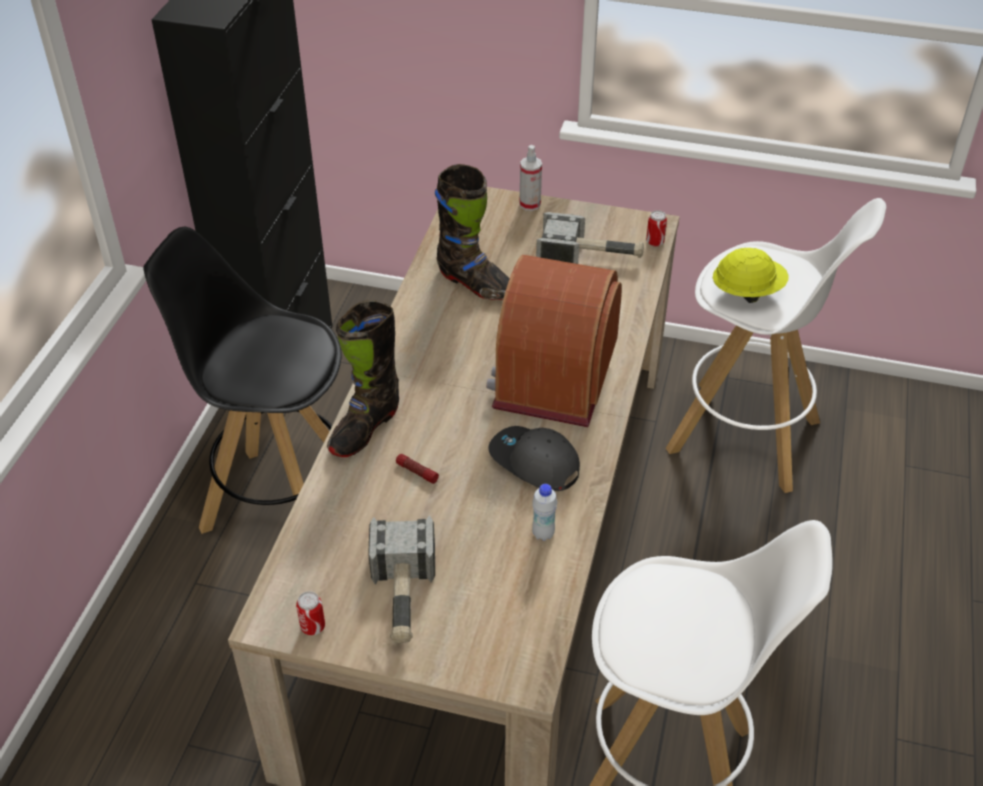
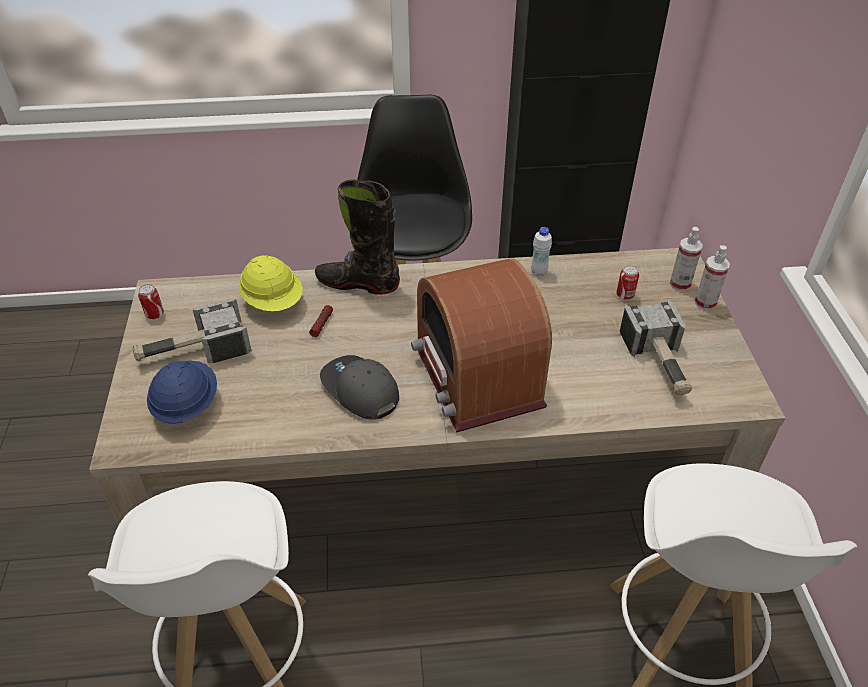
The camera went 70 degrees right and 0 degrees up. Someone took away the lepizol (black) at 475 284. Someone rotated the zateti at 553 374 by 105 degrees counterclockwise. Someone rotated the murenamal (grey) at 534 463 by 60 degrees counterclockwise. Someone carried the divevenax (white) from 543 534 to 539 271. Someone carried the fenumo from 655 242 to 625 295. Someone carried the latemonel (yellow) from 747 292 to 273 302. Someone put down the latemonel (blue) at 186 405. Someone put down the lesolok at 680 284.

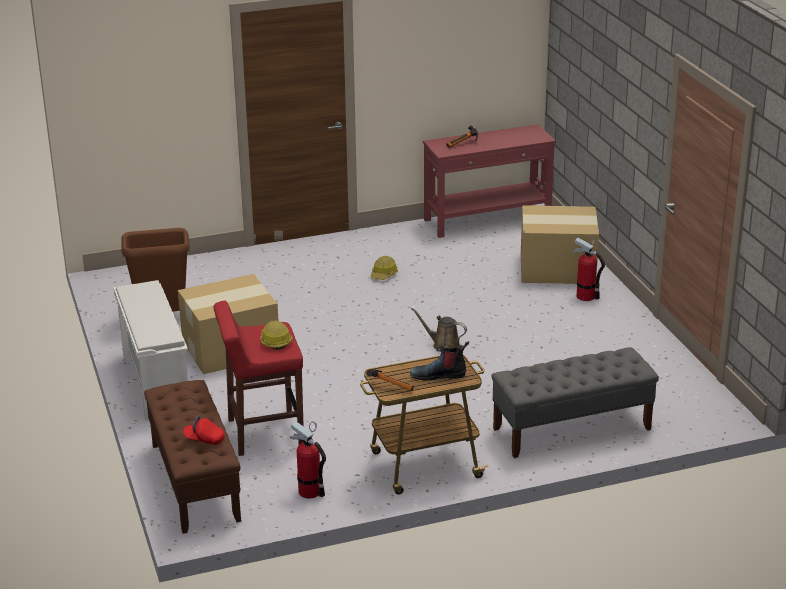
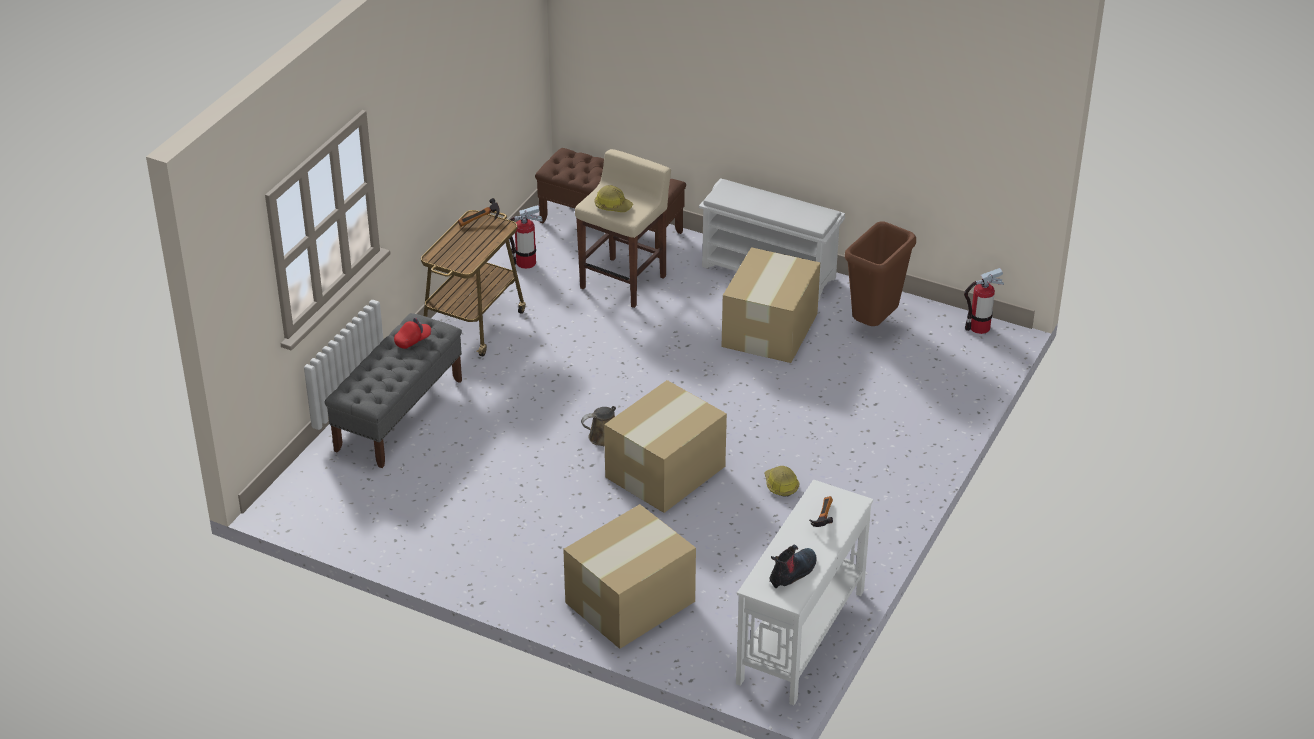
The camera went 135 degrees right and 10 degrees up. Someone carried the murenamal (red) from 204 439 to 413 340. Someone repainted the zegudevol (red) at 263 433, which became the zegudevol (beige) at 624 282. Someone carried the lepizol from 439 375 to 793 573. Someone repainted the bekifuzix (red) at 488 220, which became the bekifuzix (white) at 800 637. Someone carried the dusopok from 586 296 to 979 327. Someone put down the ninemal at 667 471.

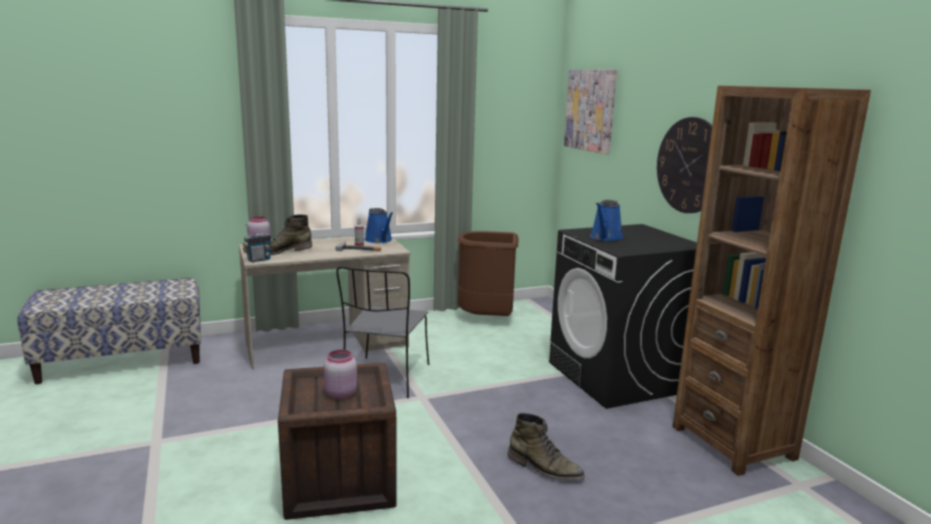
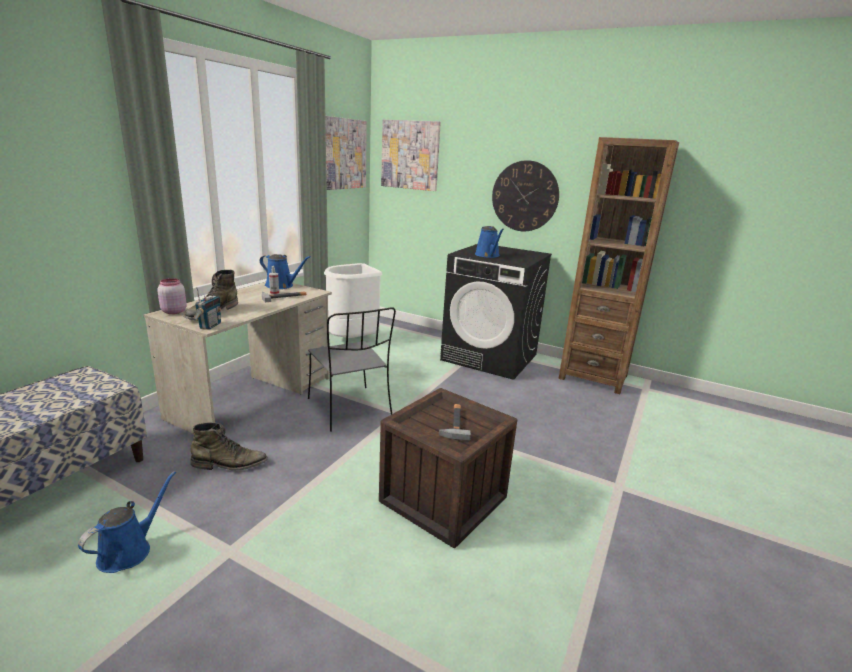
The camera went 40 degrees left and 5 degrees up. Someone swapped the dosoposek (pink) at 340 393 for the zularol at 454 423. Someone repainted the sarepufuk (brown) at 487 319, which became the sarepufuk (white) at 353 340. Someone carried the lepizol (green) from 544 468 to 230 464. Someone put down the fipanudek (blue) at 129 551. Someone put up the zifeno at 344 154.

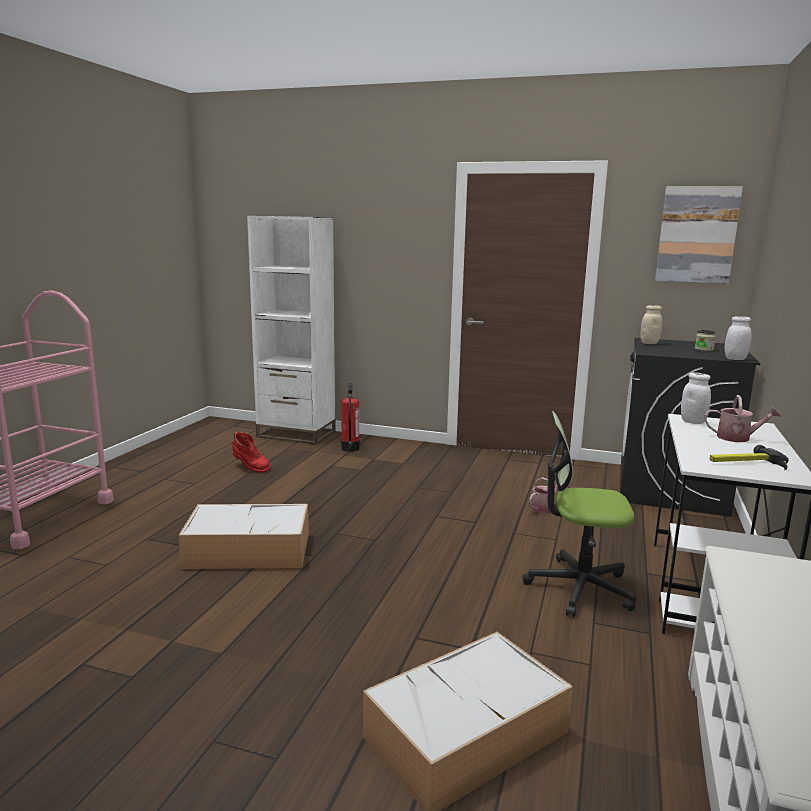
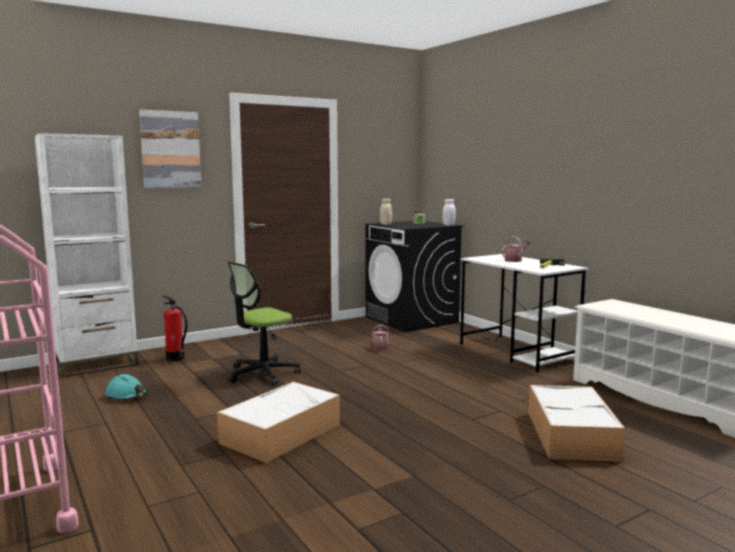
The camera went 50 degrees left and 5 degrees down. Someone swapped the lepizol (red) at 250 468 for the latemonel (turquoise) at 126 396. Someone carried the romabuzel from 579 587 to 262 374. Someone carried the zifeno from 697 235 to 170 149. Someone took away the dosoposek (white) at 693 422.

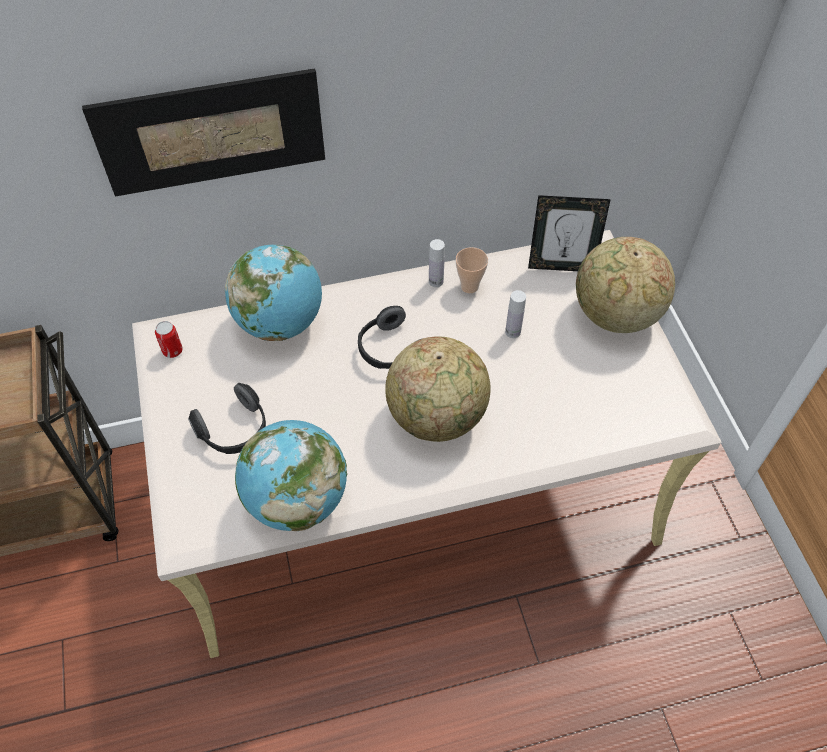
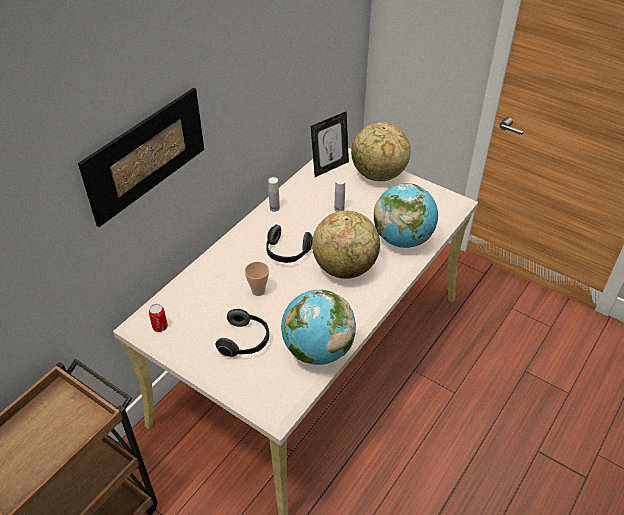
The camera went 40 degrees left and 10 degrees down. Someone carried the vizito from 280 323 to 402 239. Someone carried the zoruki from 469 286 to 258 291.

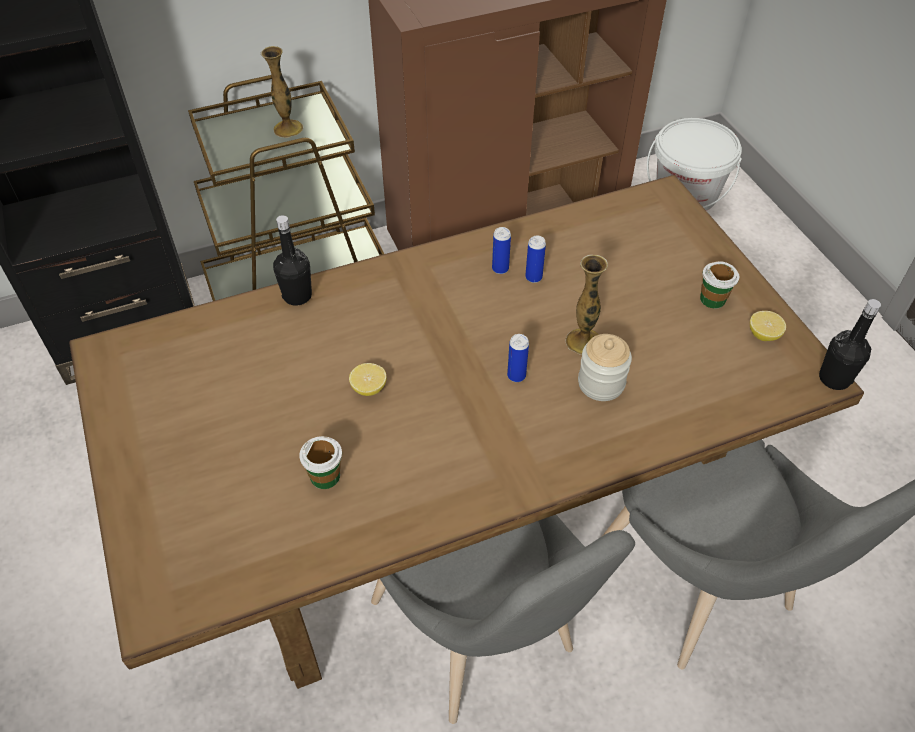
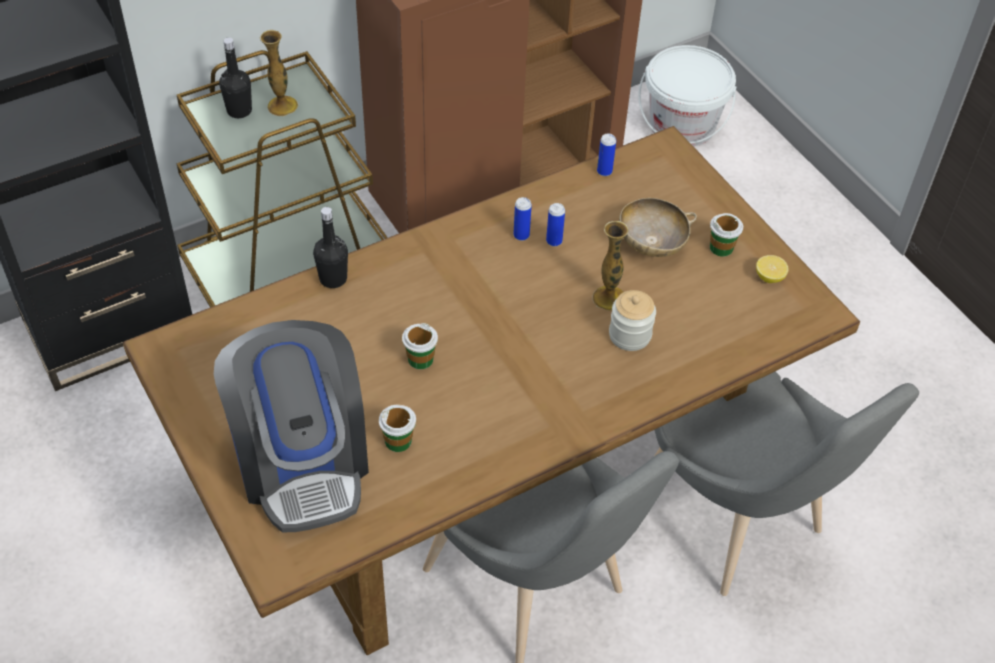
The camera went 10 degrees left and 0 degrees up. Someone swapped the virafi at 369 388 for the zoruki at 420 359. Someone carried the fenumo from 516 376 to 604 171. Someone carried the divevenax (black) from 834 378 to 239 110. Someone put down the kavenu at 302 461. Someone put down the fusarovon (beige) at 651 243.

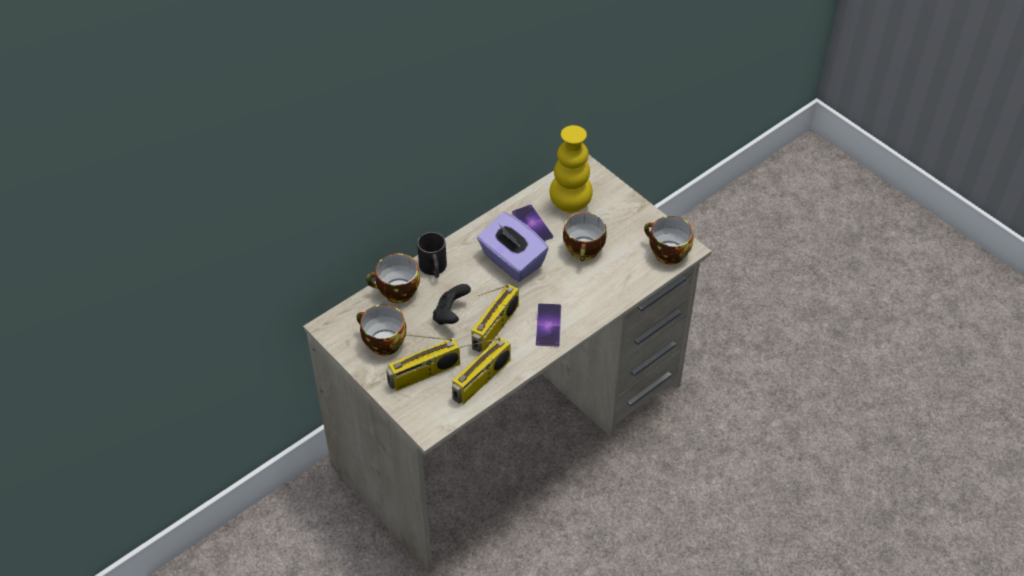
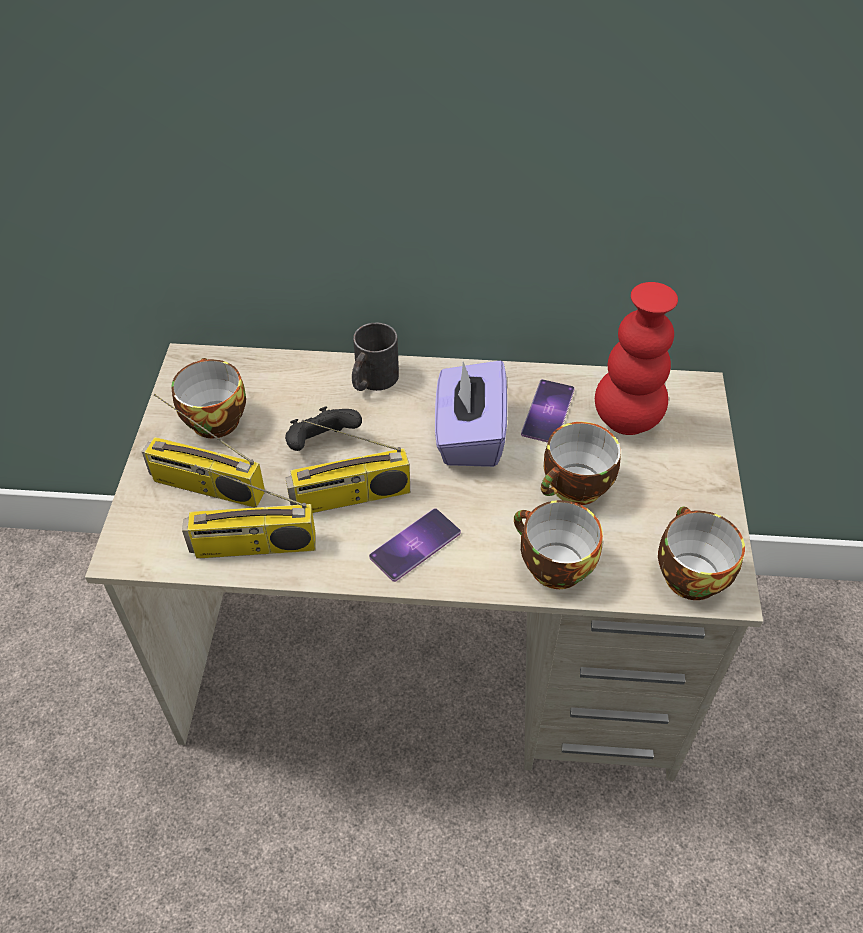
The camera went 45 degrees right and 0 degrees up. Someone carried the zoruki from 396 293 to 552 566. Someone repainted the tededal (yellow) at 570 204, which became the tededal (red) at 626 420.

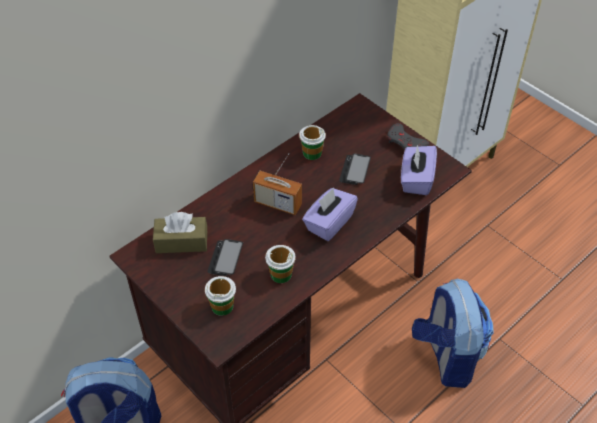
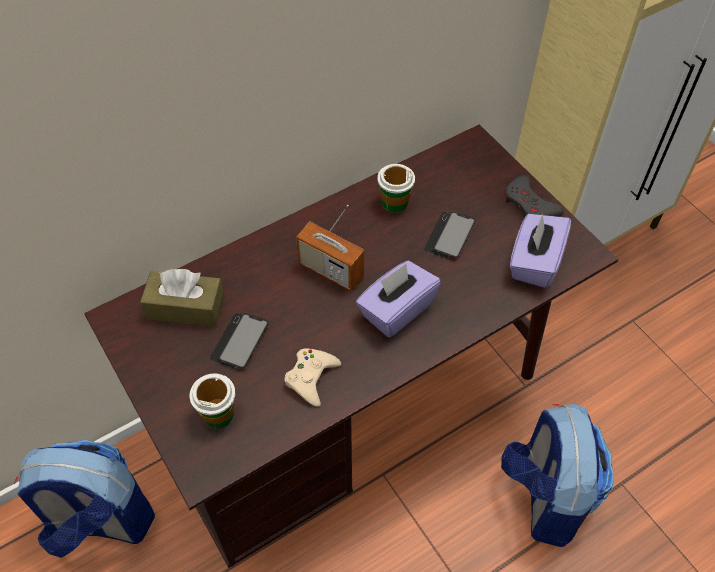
The camera went 10 degrees right and 5 degrees up. Someone swapped the zoruki at 280 274 for the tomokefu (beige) at 311 378.

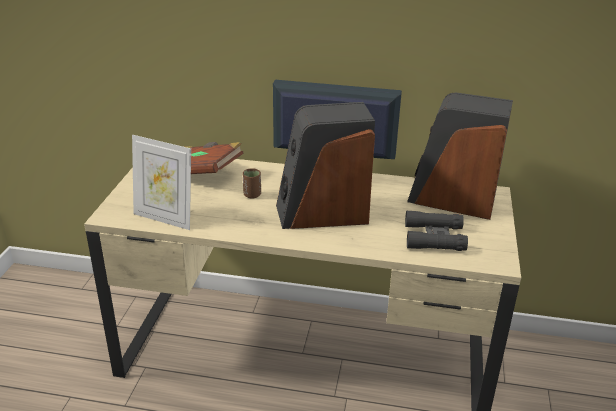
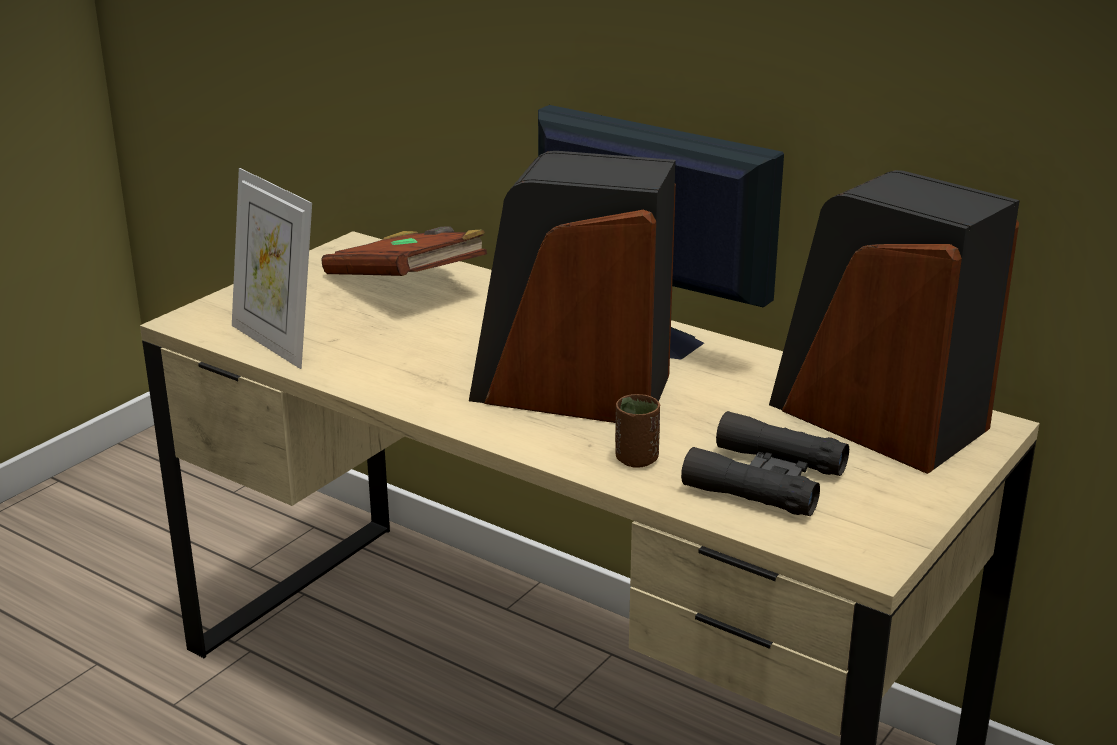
The camera went 25 degrees right and 5 degrees down. Someone carried the zoruki (brown) from 252 195 to 636 459.

